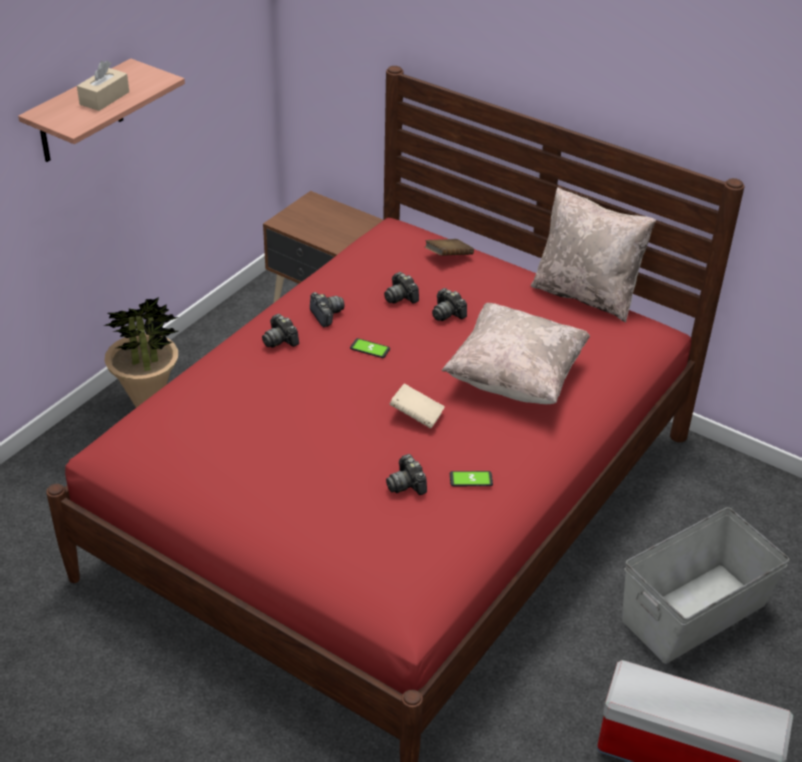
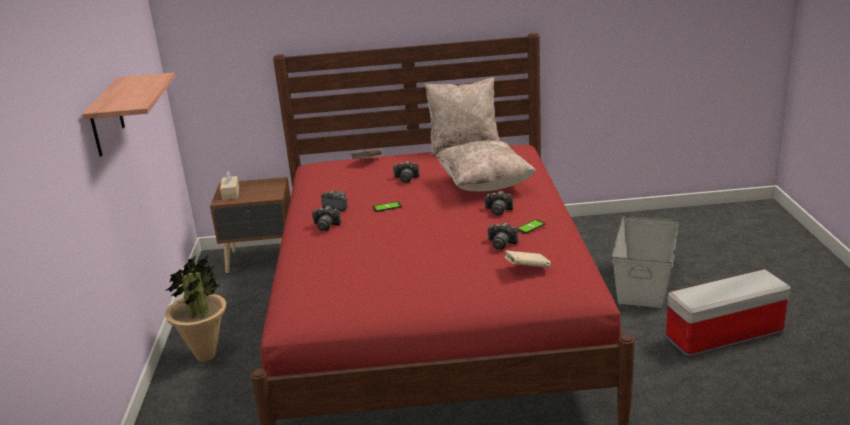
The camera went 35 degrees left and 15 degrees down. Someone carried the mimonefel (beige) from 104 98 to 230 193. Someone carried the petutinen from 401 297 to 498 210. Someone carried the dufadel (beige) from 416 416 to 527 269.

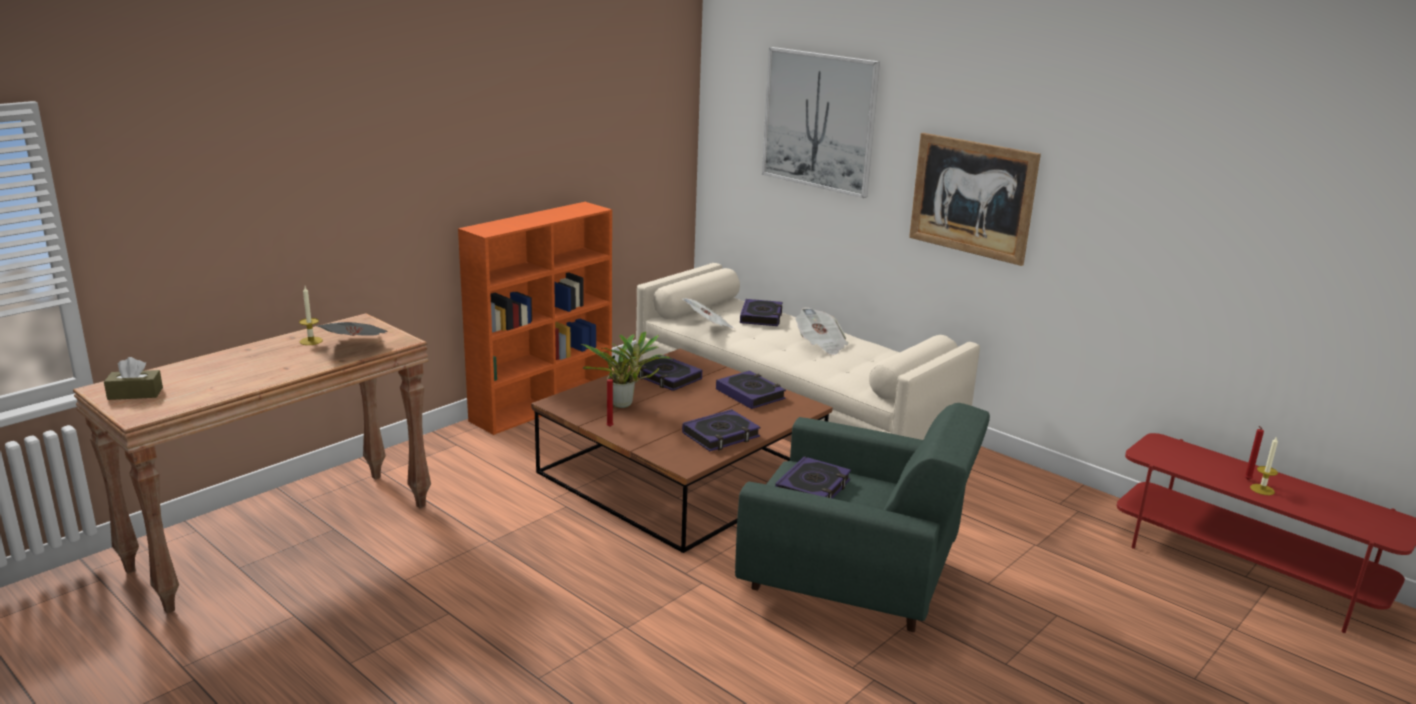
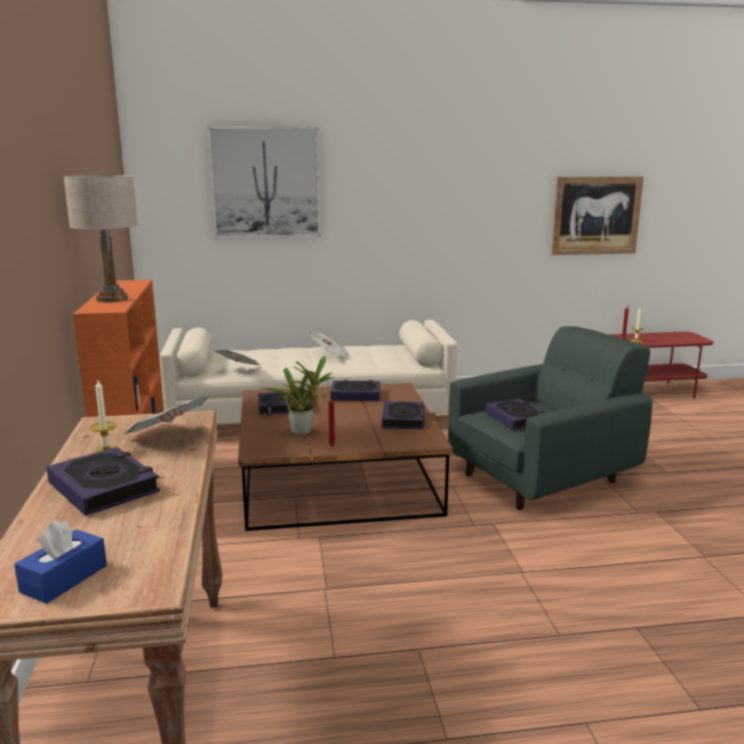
The camera went 50 degrees left and 5 degrees down. Someone repainted the mimonefel (brown) at 135 394, which became the mimonefel (blue) at 64 579. Someone carried the dufadel from 761 317 to 104 487. Someone carried the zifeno from 972 197 to 596 215. Someone put down the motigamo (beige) at 112 299.

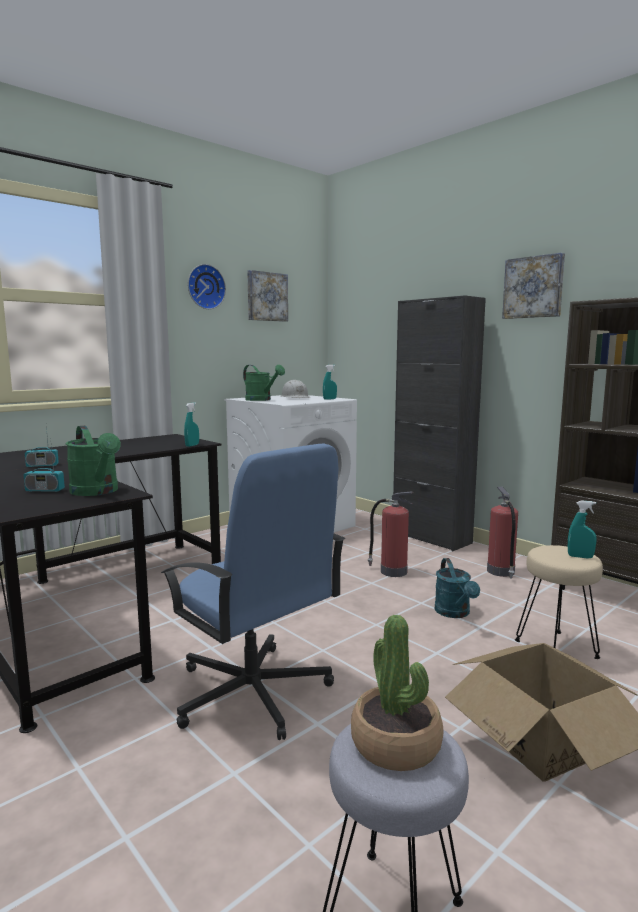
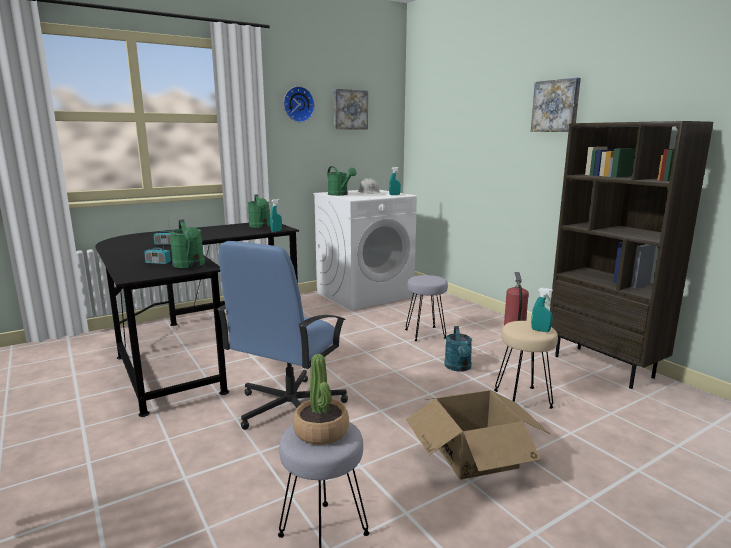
The camera went 10 degrees right and 5 degrees up. Someone rotated the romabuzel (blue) at 252 693 by 60 degrees clockwise. Someone swapped the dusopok at 392 571 for the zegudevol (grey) at 426 334. Someone took away the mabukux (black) at 431 538. Someone put down the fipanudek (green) at 260 226.

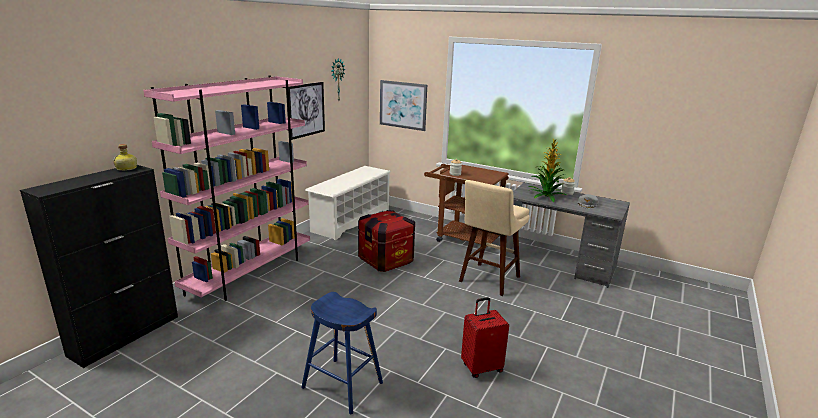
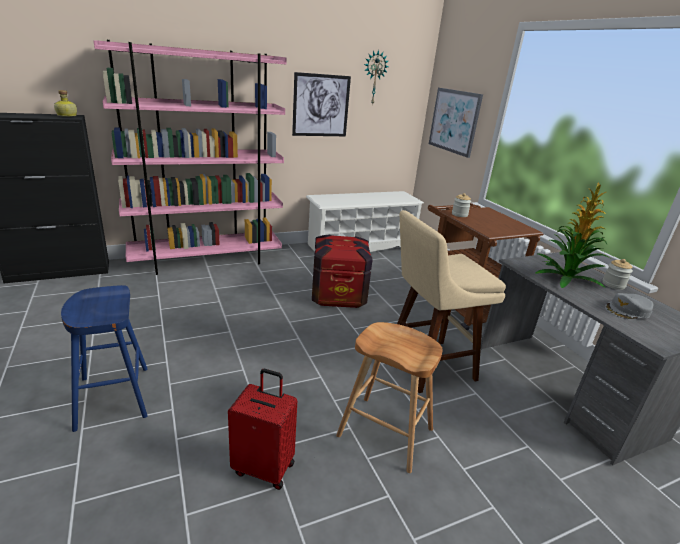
The camera went 35 degrees right and 5 degrees up. Someone put down the zegudevol (brown) at 385 432.

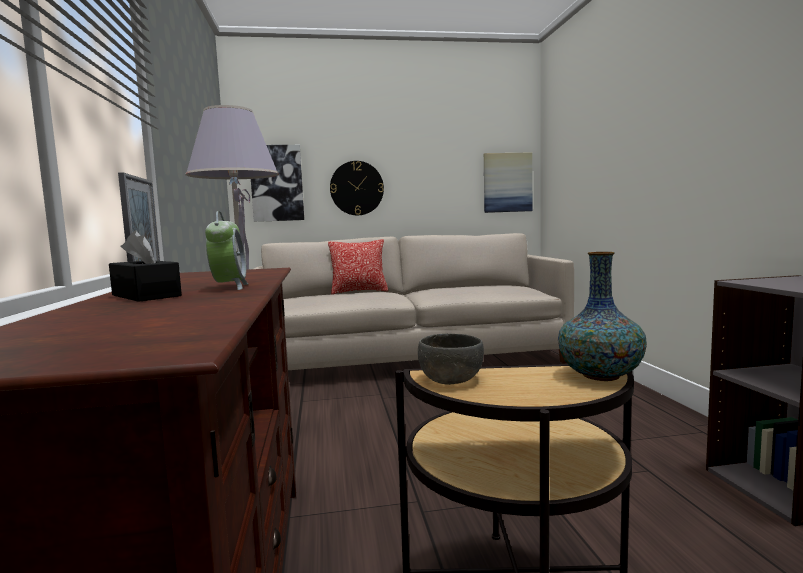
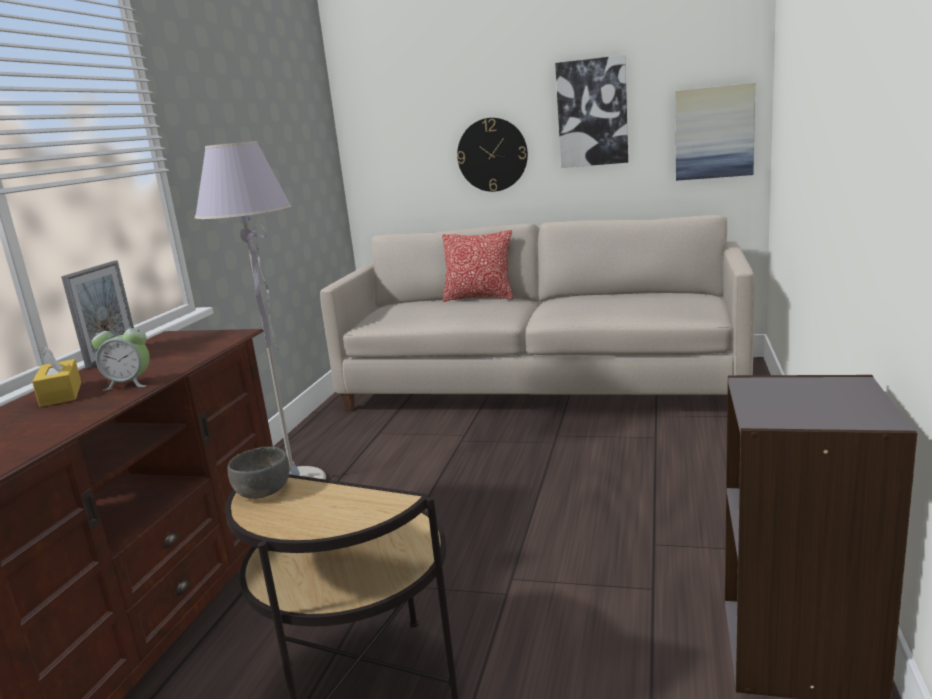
The camera went 25 degrees right and 10 degrees up. Someone repainted the mimonefel (black) at 146 295, which became the mimonefel (yellow) at 61 394. Someone rotated the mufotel at 229 287 by 75 degrees clockwise. Someone carried the zifeno from 277 183 to 592 113. Someone took away the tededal at 600 375.

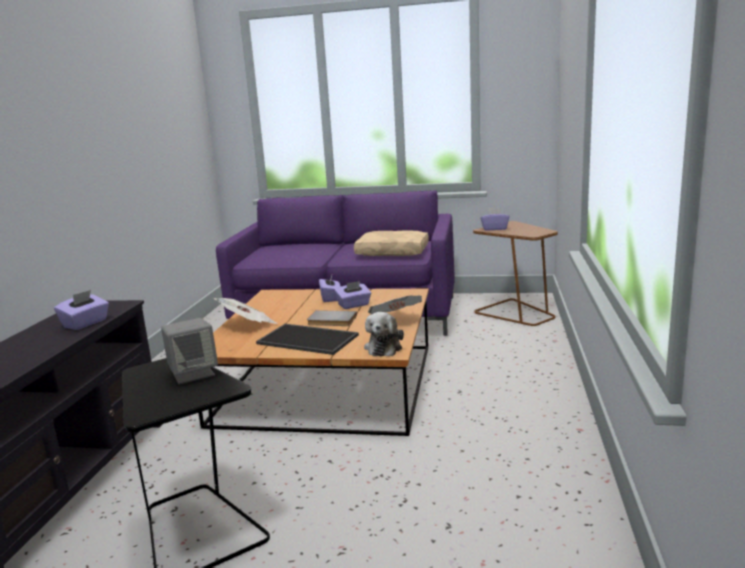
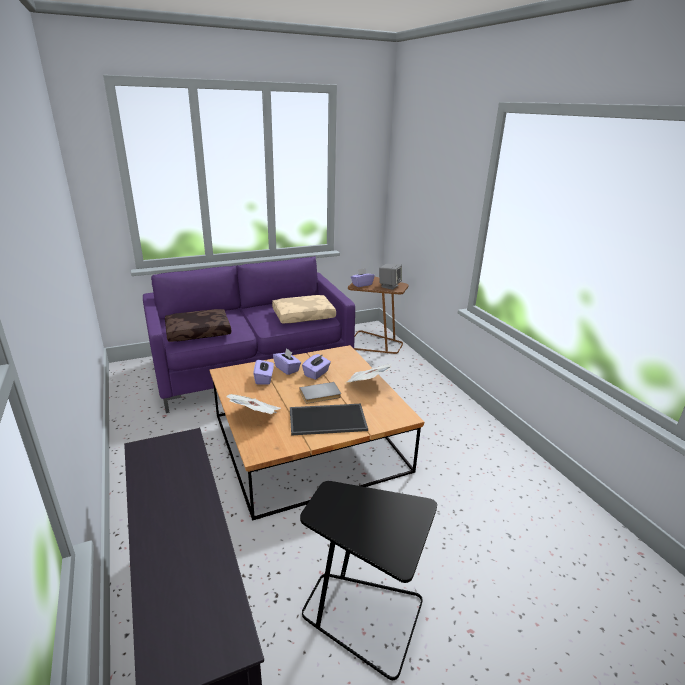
The camera went 35 degrees left and 10 degrees up. Someone carried the mimonefel (purple) from 86 323 to 264 379. Someone carried the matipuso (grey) from 193 374 to 389 286. Someone took away the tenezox at 384 347. Someone put down the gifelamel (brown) at 199 332.

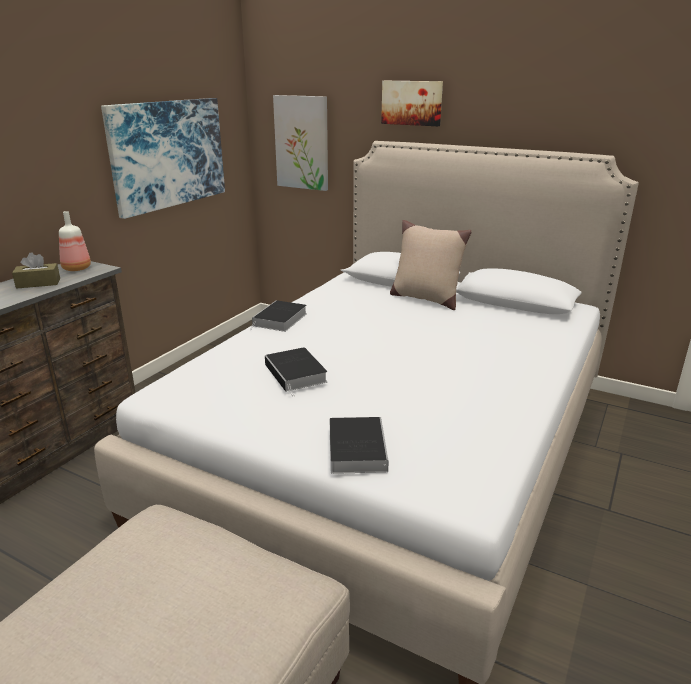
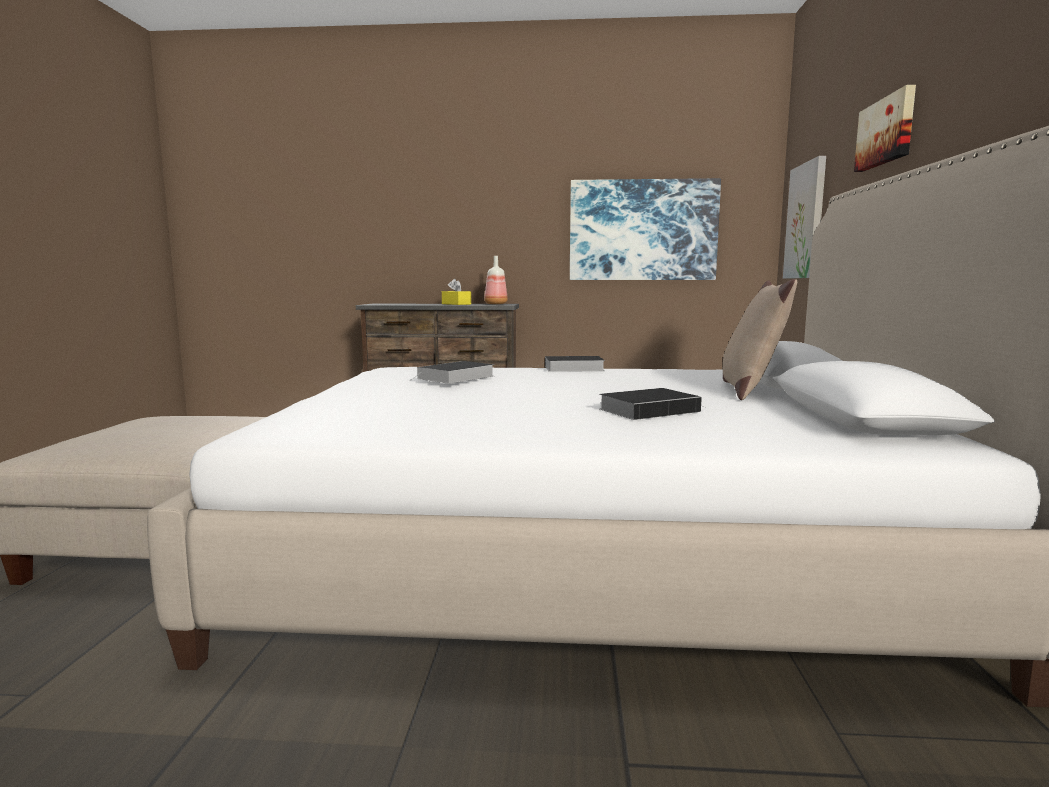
The camera went 65 degrees right and 15 degrees down. Someone repainted the mimonefel (brown) at 38 283, which became the mimonefel (yellow) at 456 304. Someone carried the dufadel from 356 447 to 650 410.

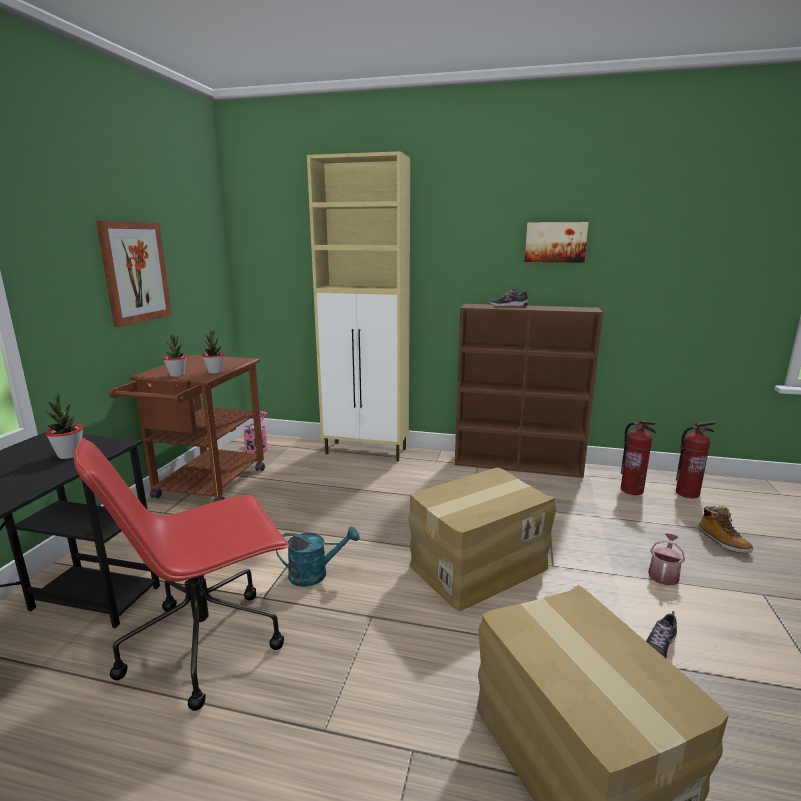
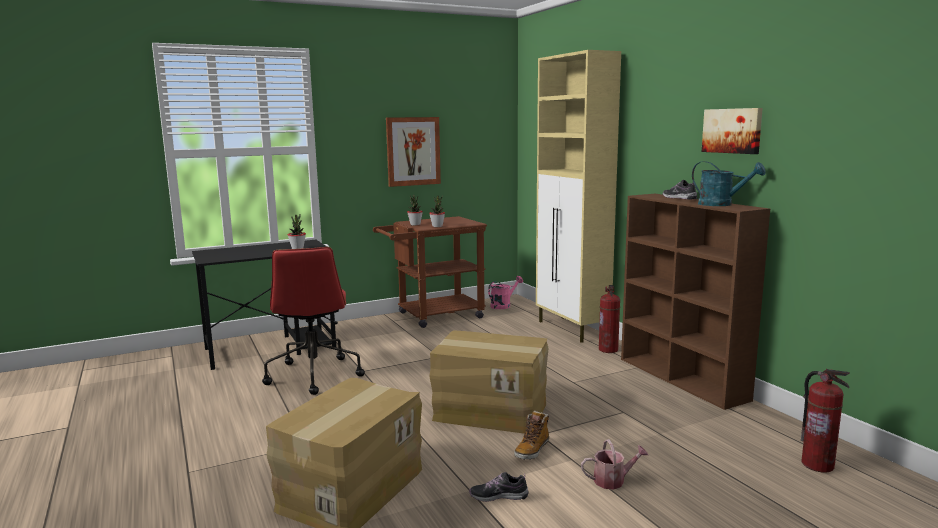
The camera went 50 degrees right and 5 degrees down. Someone rotated the romabuzel (red) at 207 642 by 120 degrees counterclockwise. Someone carried the fipanudek (turquoise) from 315 574 to 721 204. Someone carried the dusopok from 632 490 to 608 350. Someone carried the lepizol from 722 542 to 532 450.

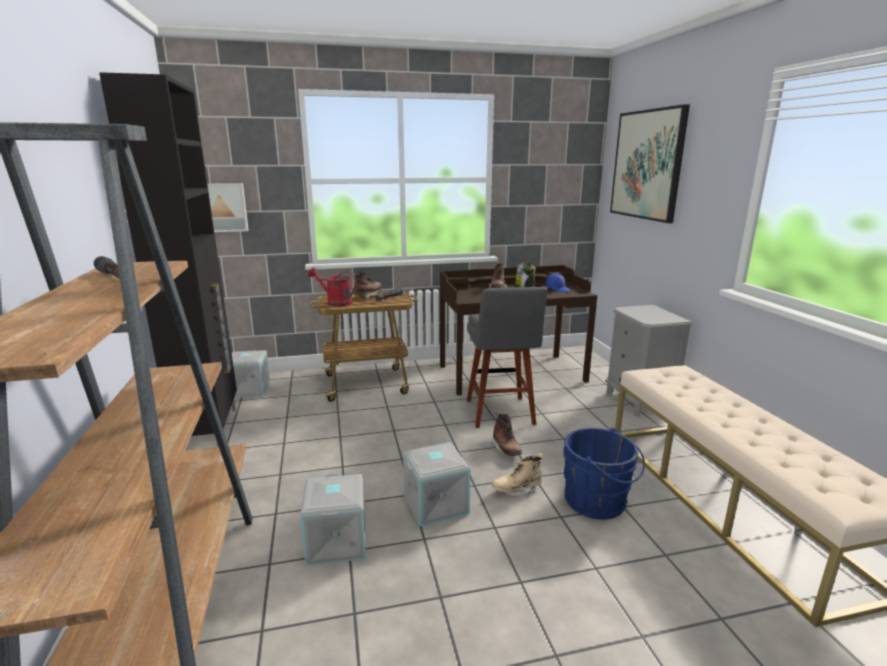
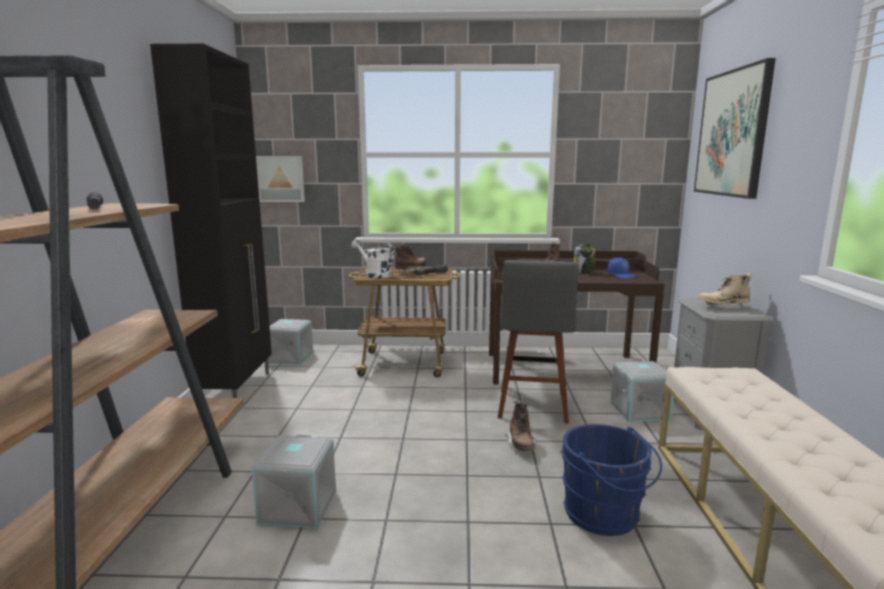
The camera went 15 degrees right and 5 degrees down. Someone repainted the fipanudek (red) at 335 302, which became the fipanudek (white) at 374 275. Someone carried the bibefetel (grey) from 436 503 to 639 410. Someone carried the lepizol (beige) from 517 490 to 722 307.

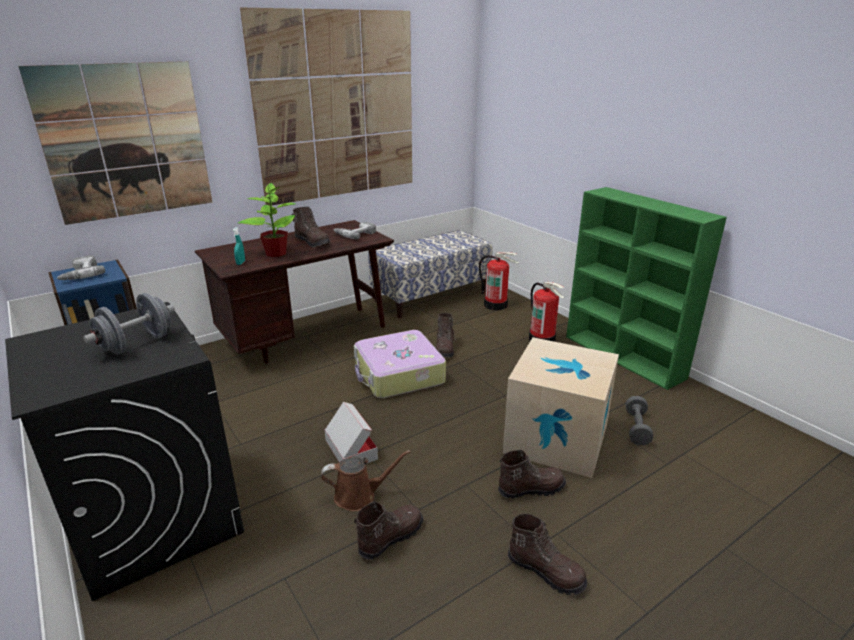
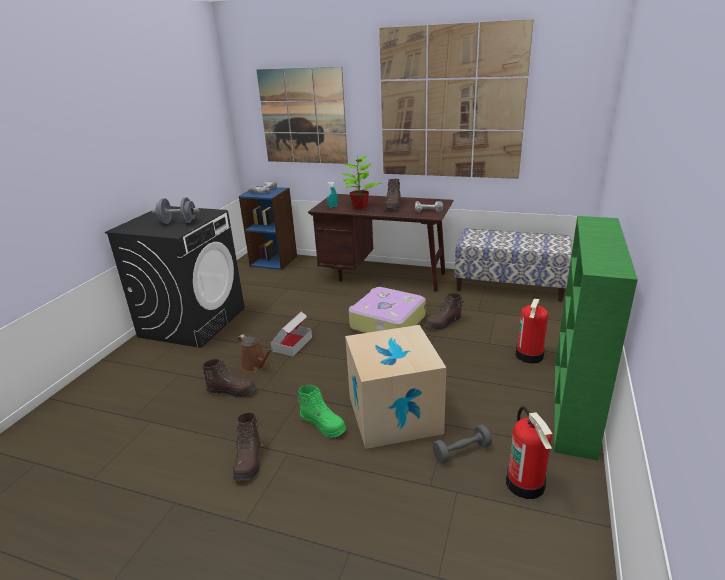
The camera went 55 degrees right and 0 degrees up. Someone carried the dusopok from 496 305 to 526 484. Someone repainted the lepizol (brown) at 530 489, which became the lepizol (green) at 323 424.

